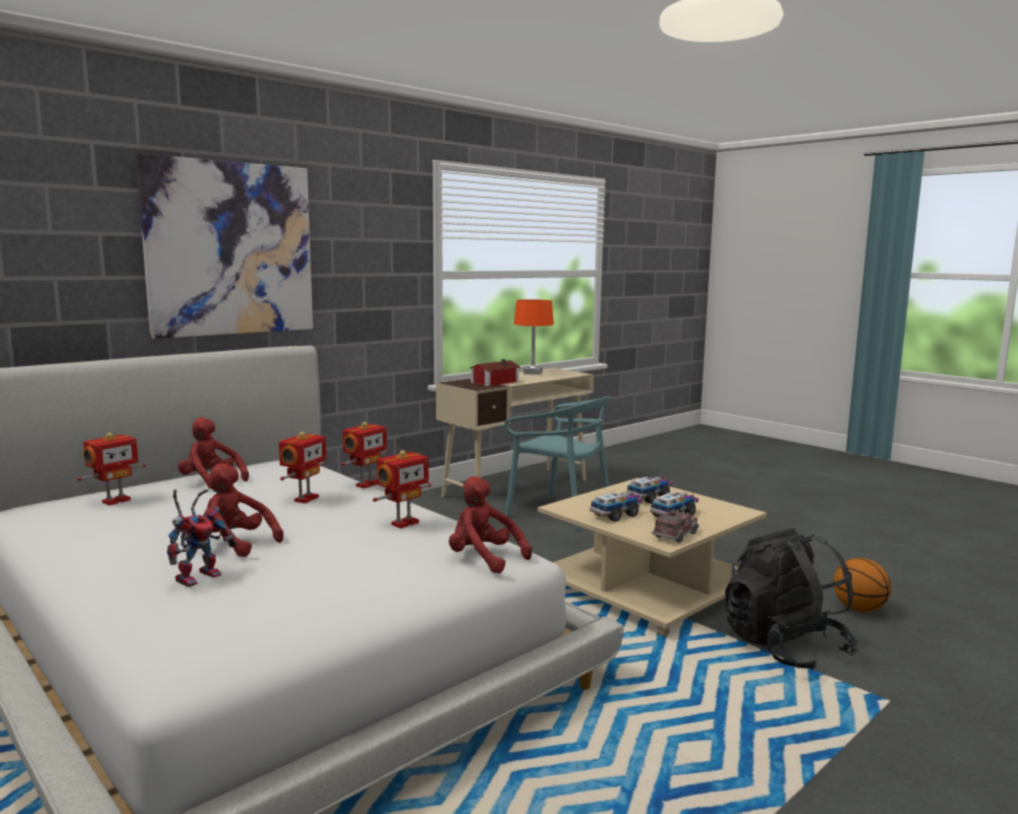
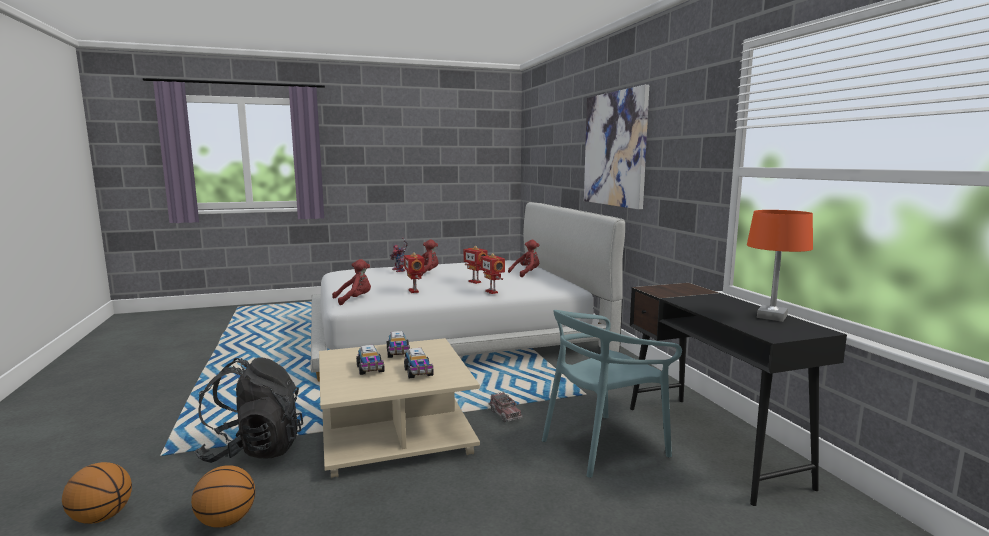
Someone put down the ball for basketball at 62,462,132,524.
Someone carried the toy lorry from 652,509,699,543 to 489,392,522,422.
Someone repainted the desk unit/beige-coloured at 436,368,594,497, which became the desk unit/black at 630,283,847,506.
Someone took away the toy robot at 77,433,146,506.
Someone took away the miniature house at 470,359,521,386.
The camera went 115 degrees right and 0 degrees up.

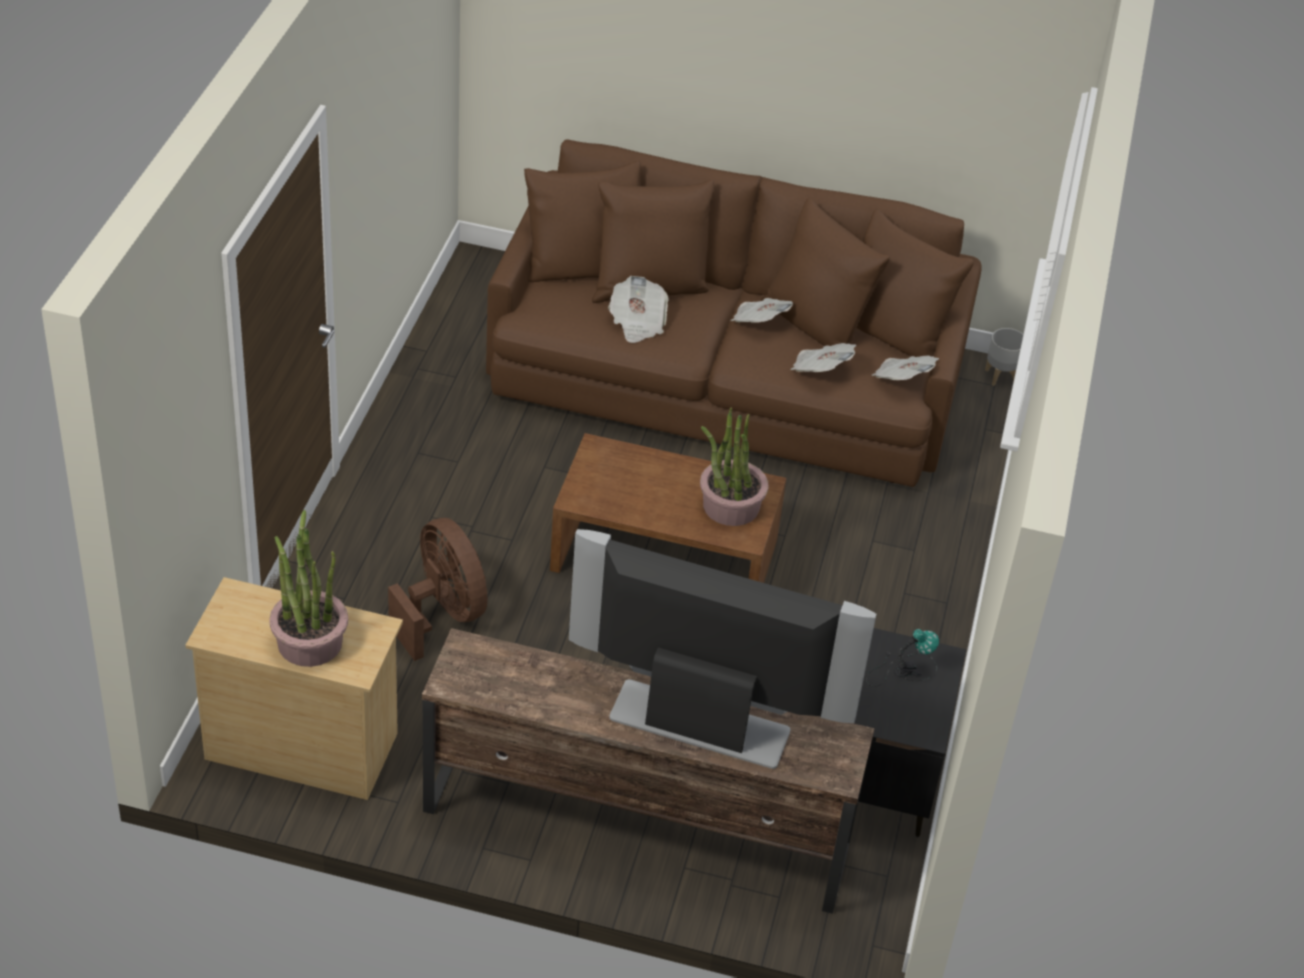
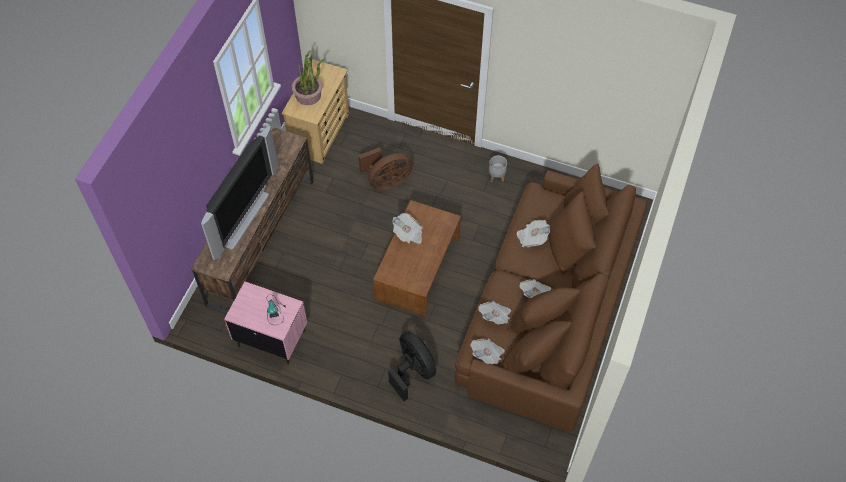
Someone repainted the night table/black at 854,628,966,837, which became the night table/pink-coloured at 224,282,307,365.
Someone put down the fan/black at 388,331,436,401.
Someone put down the daily paper at 392,213,423,244.
Someone carried the plant pot/greyish from 985,328,1023,386 to 489,155,507,182.
Someone took away the plant in a pot at 700,407,768,526.
The camera went 100 degrees right and 15 degrees up.

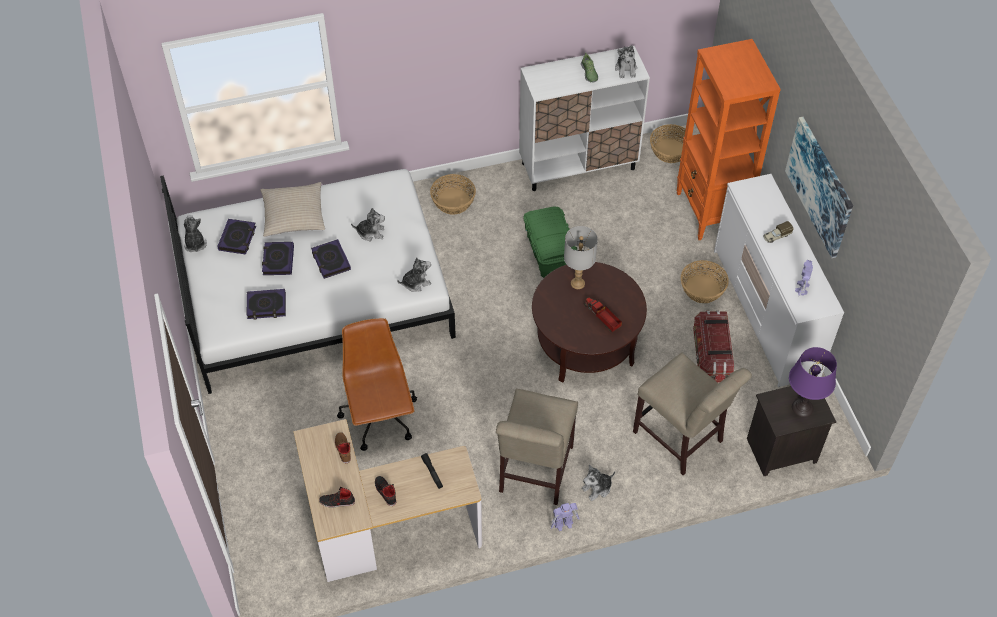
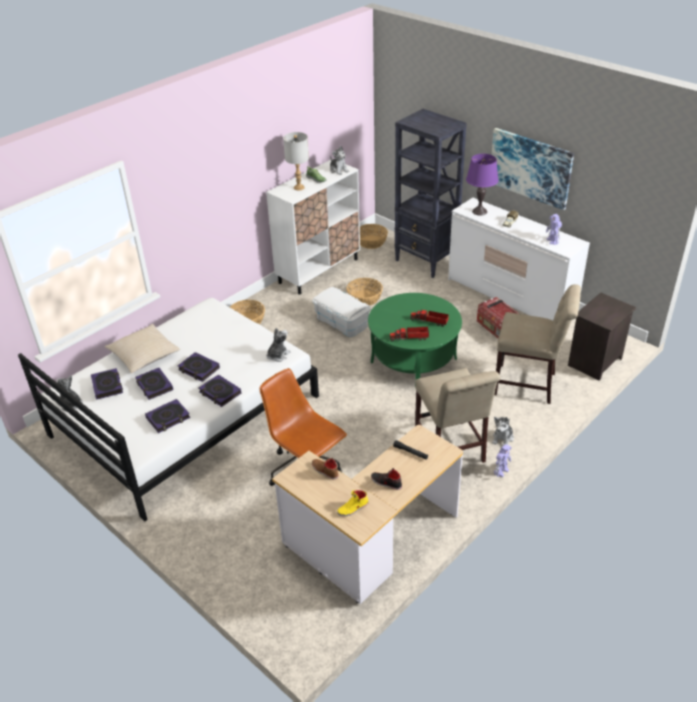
Someone put down the volume at 199,375,241,407.
Someone carried the table lamp/greyish from 564,226,598,289 to 283,132,309,190.
Someone repainted the storage box/green at 523,206,577,278, which became the storage box/white at 312,287,371,337.
Someone repainted the shoe/black at 319,487,355,508, which became the shoe/yellow at 337,490,368,516.
Someone carried the basket from 681,260,729,303 to 346,278,383,306.
Someone repainted the lounge table/brownish at 532,262,647,382, which became the lounge table/green at 368,293,462,389.
Someone put down the toy lorry at 390,327,429,341.
Someone repainted the shelving unit/orange at 676,39,781,240, which became the shelving unit/black at 394,109,467,278.
Someone carried the table lamp/purple-coloured from 789,347,837,417 to 466,154,499,216.
Someone took away the soft toy at 351,208,385,241.
The camera went 30 degrees left and 15 degrees down.

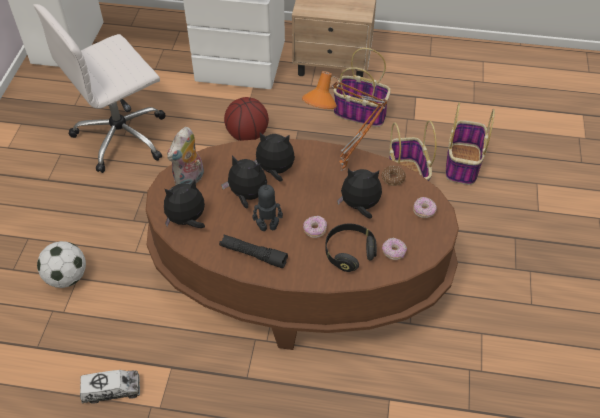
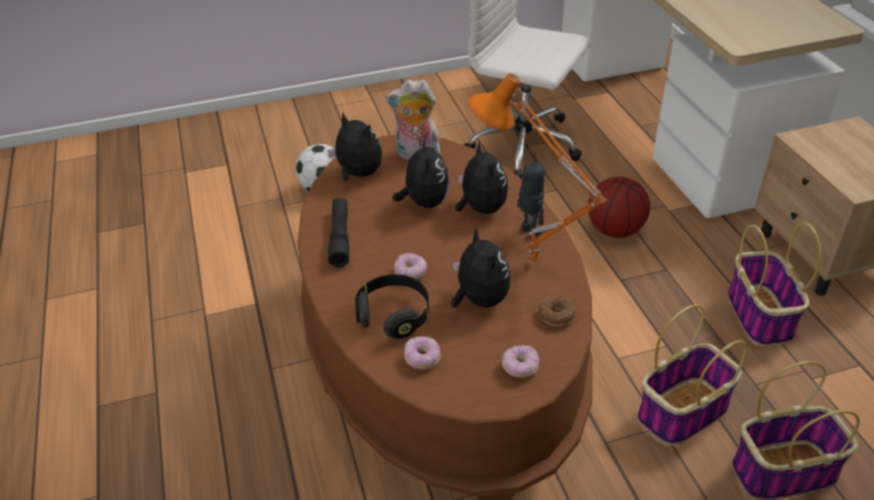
Someone carried the toy robot from 253,181,283,231 to 517,153,547,238.
Someone took away the toy lorry at 80,370,140,404.
The camera went 65 degrees right and 10 degrees down.

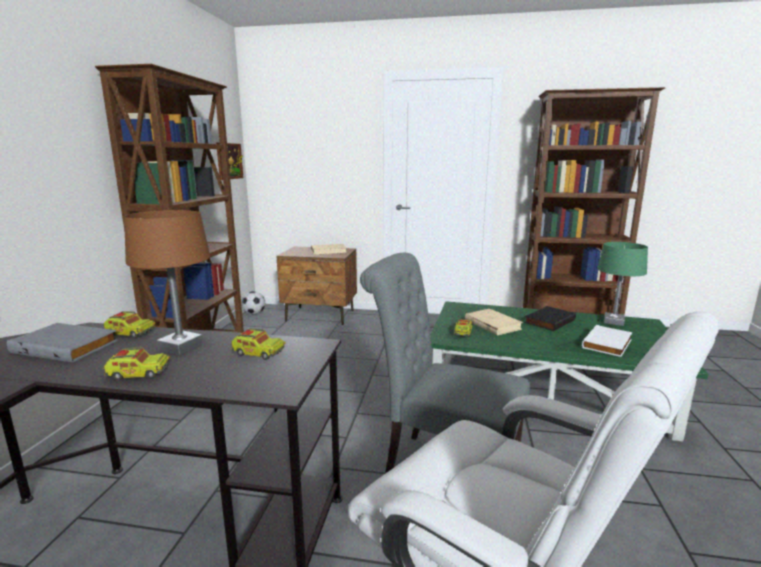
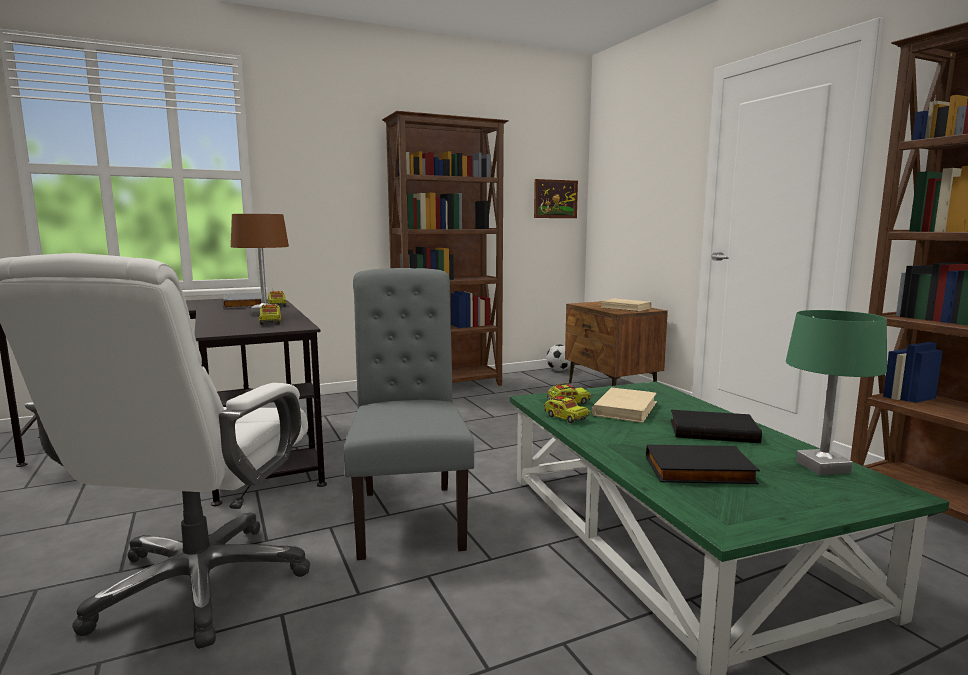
Someone carried the toy lorry from 103,347,170,381 to 544,395,591,423.
Someone repainted the volume/white at 582,325,633,357, which became the volume/black at 646,445,760,484.
The camera went 55 degrees right and 5 degrees down.

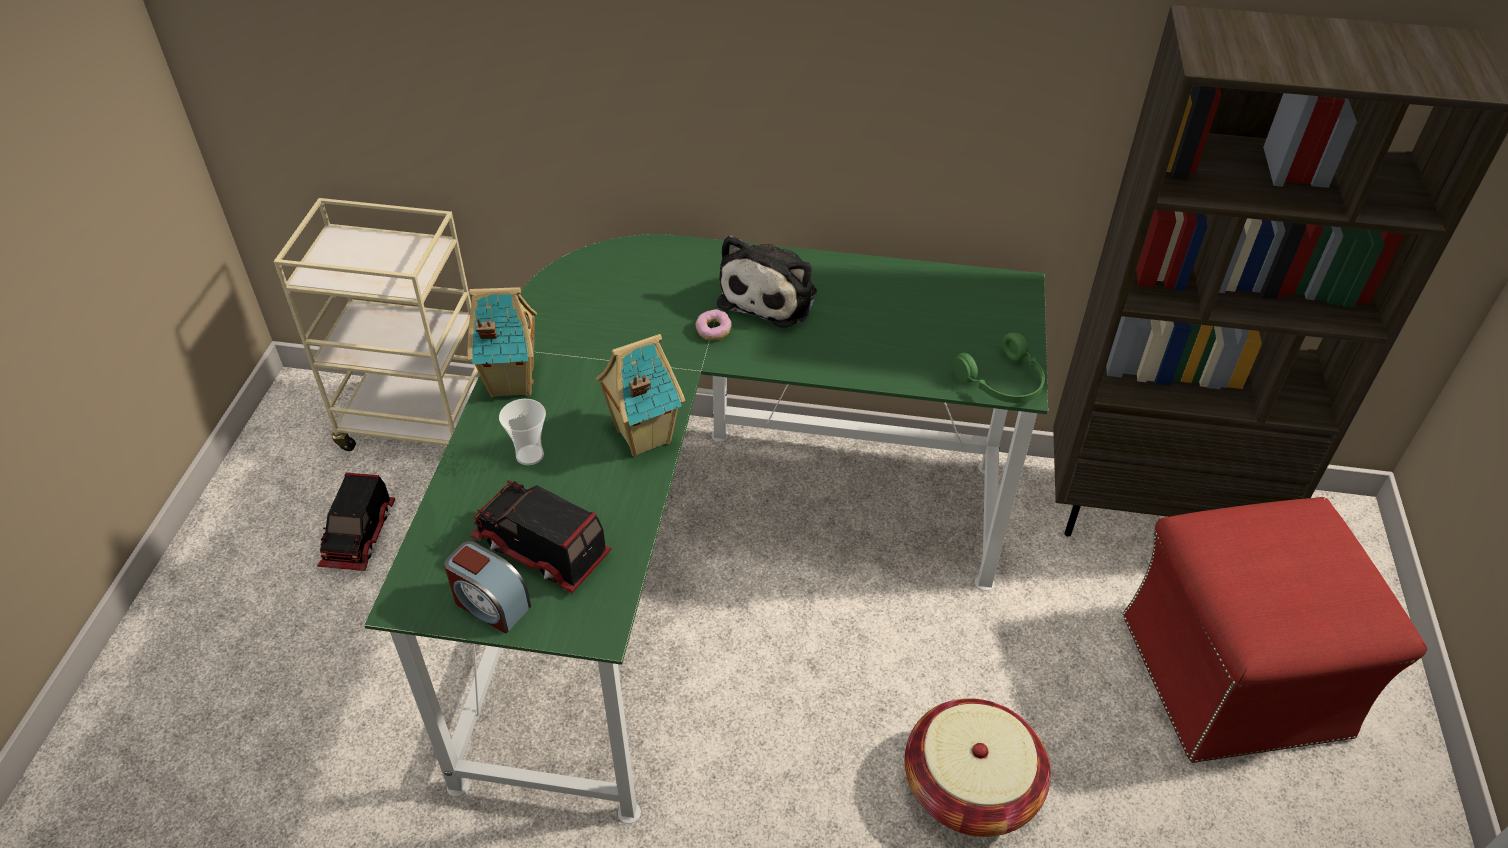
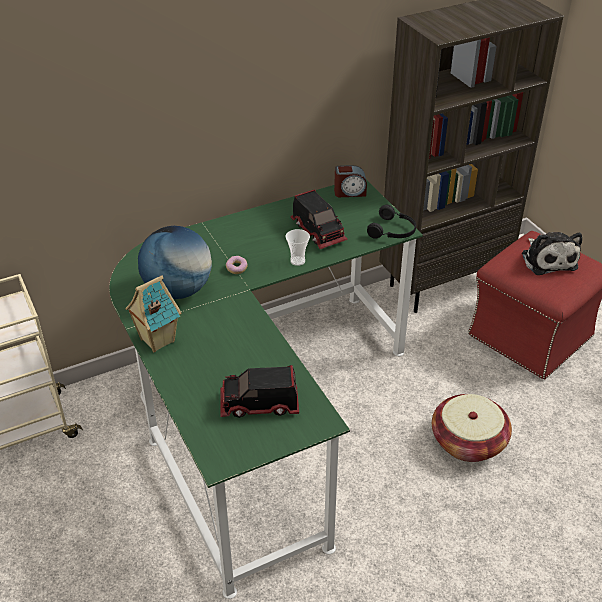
Someone put down the world globe at 138,226,212,299.
Someone carried the small cup from 499,399,546,465 to 286,229,310,266.
Someone carried the toy lorry from 317,473,395,571 to 290,189,348,249.
Someone carried the table clock from 444,541,531,634 to 334,165,367,197.
Someone repainted the headset/green at 952,333,1045,403, which became the headset/black at 367,205,416,239.
Someone carried the soft toy from 717,235,817,328 to 522,232,582,275.
Someone took away the miniature house at 596,334,685,457.
The camera went 35 degrees left and 5 degrees down.

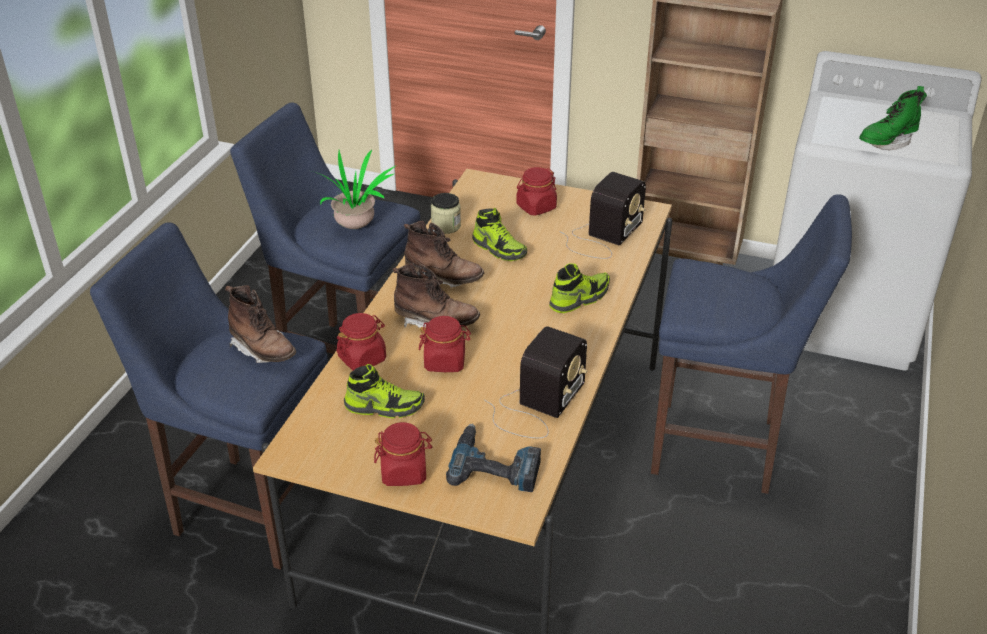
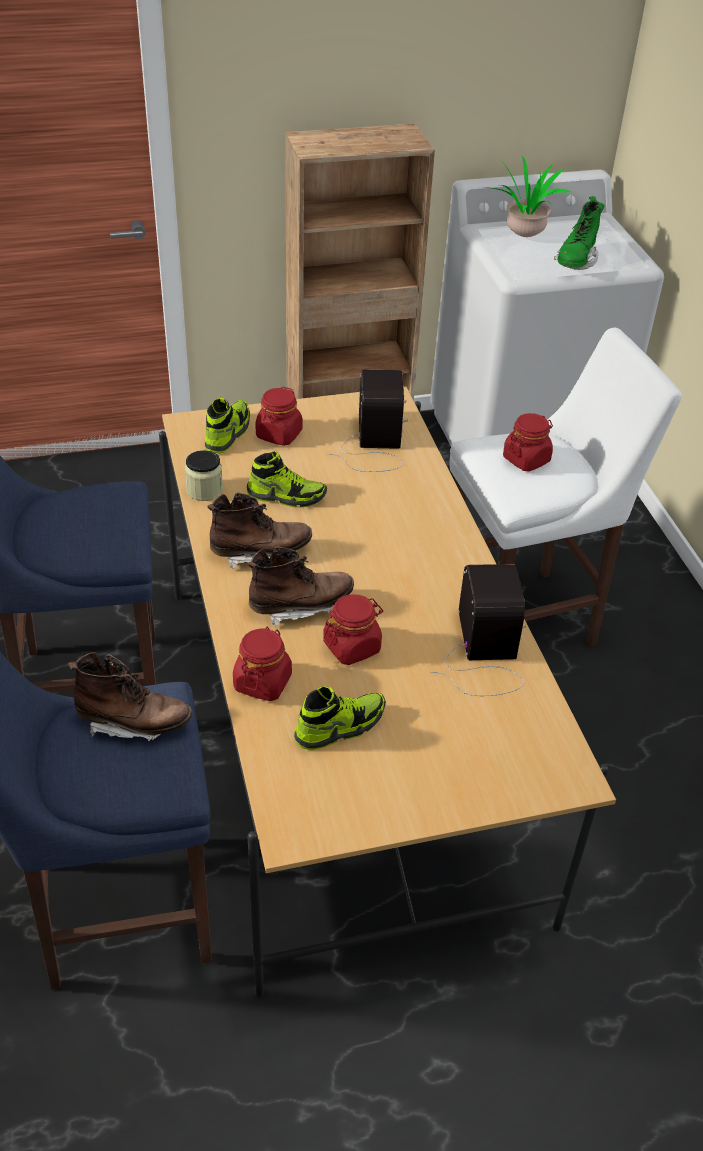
Someone carried the shoe from 549,263,610,313 to 205,398,250,453.
Someone repainted the stool seat/blue at 651,194,852,494, which became the stool seat/white at 450,328,682,647.
Someone carried the plant in a pot from 316,150,395,229 to 492,155,572,237.
Someone carried the storage jar/reddish from 374,422,432,486 to 503,413,553,472.
Someone took away the power drill at 446,424,541,492.
The camera went 35 degrees left and 5 degrees up.

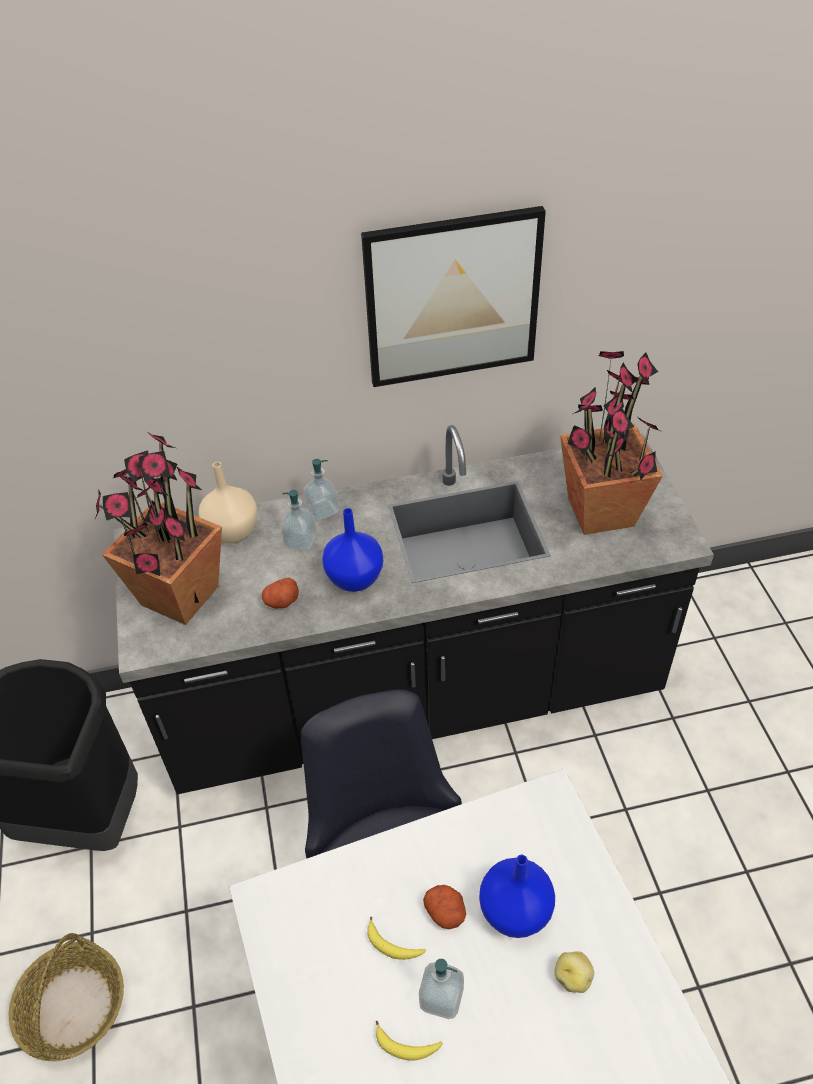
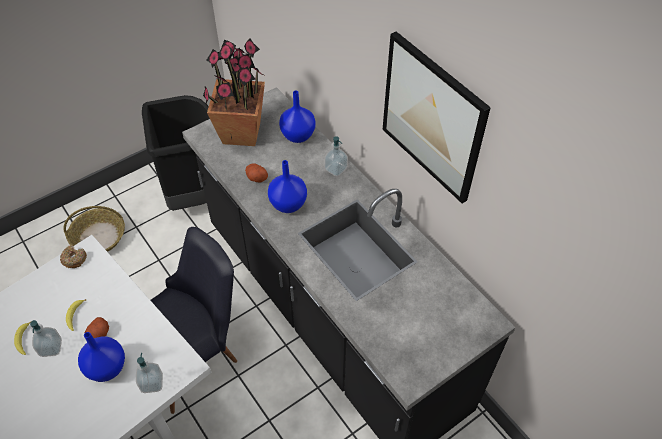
Someone put down the ring doughnut at 60,245,87,268.
Someone carried the soap bottle from 281,490,317,551 to 136,353,163,393.
Someone repainted the decorative vase/beige-coloured at 199,462,258,544, which became the decorative vase/blue at 279,90,316,143.
Someone took away the potato at 555,951,594,993.
Someone took away the plant in a pot at 560,351,663,535.
The camera went 65 degrees right and 5 degrees up.

